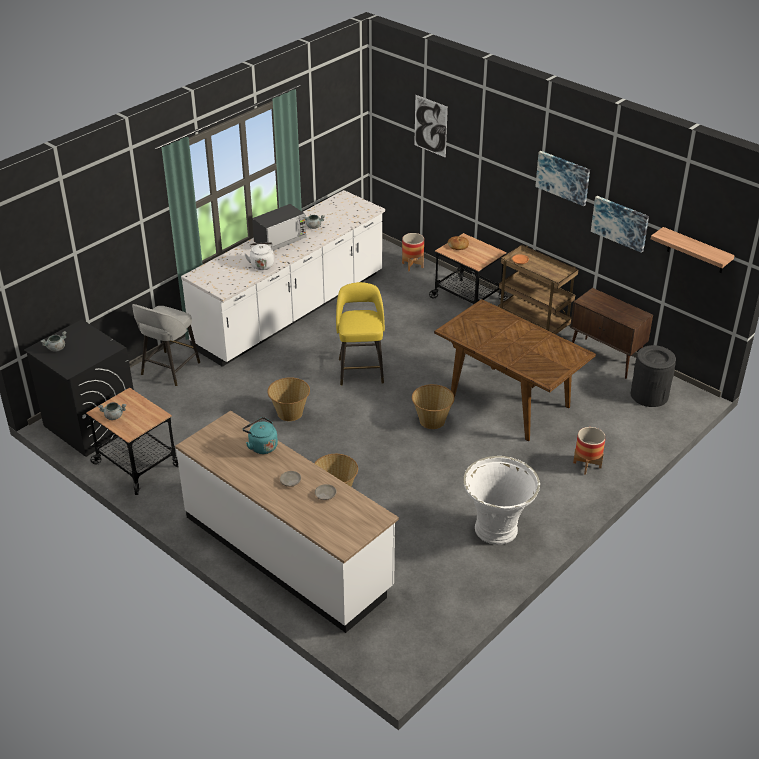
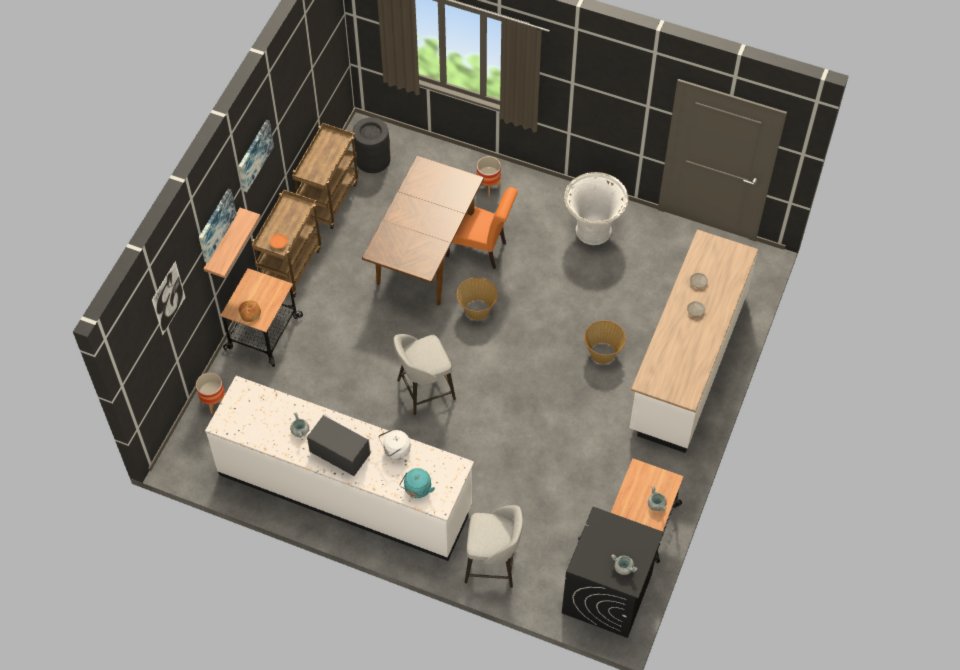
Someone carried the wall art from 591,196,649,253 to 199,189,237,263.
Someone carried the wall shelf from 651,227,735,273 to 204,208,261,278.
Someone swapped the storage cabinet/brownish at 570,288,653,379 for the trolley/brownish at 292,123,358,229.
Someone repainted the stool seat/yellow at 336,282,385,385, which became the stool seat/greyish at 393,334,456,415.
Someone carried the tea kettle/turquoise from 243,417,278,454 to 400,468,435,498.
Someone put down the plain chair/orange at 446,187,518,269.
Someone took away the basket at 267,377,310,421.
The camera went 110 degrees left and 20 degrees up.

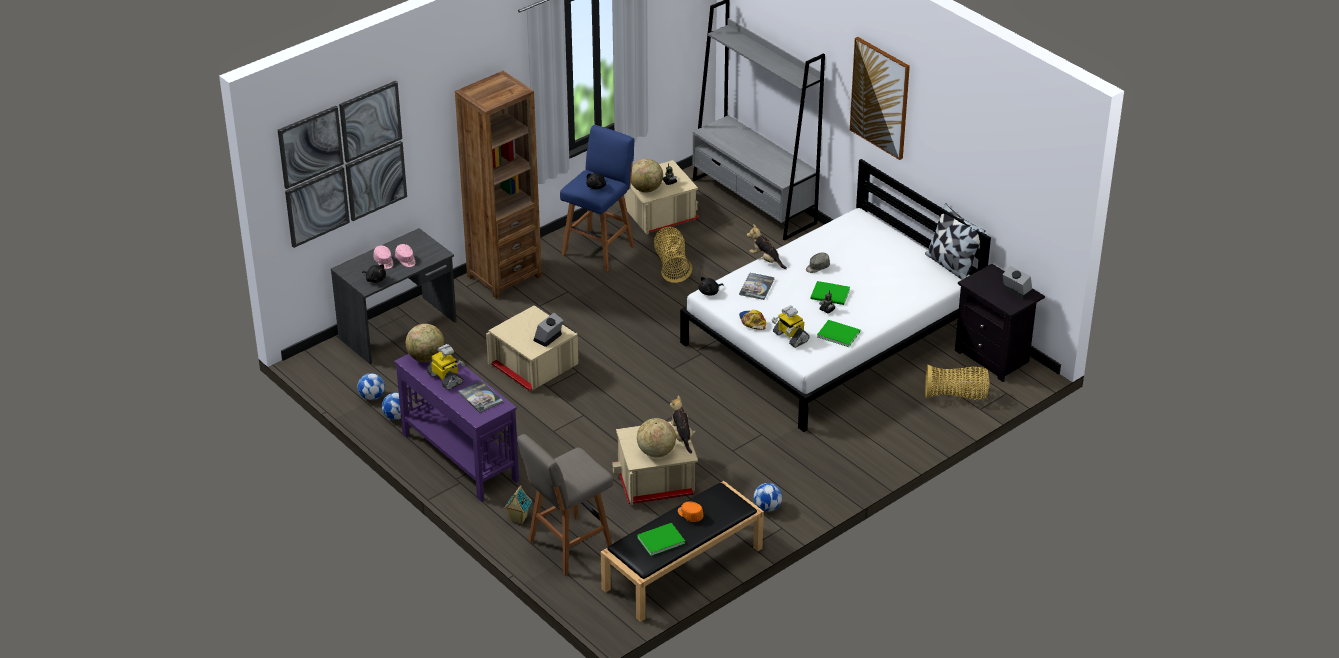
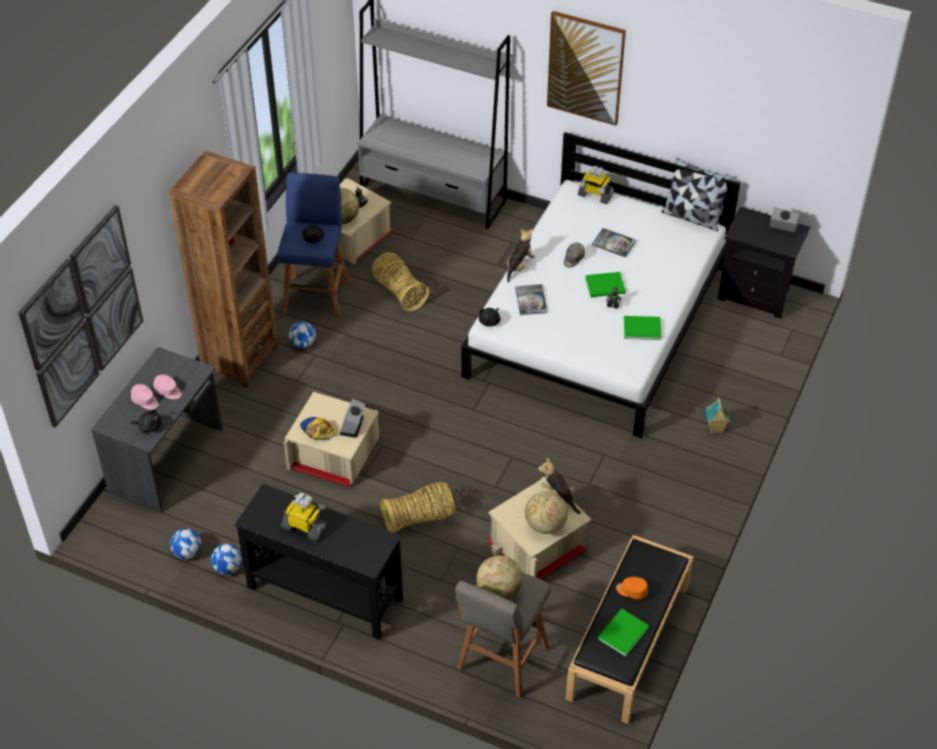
Someone repainted the console table/purple-coloured at 394,354,519,502, which became the console table/black at 235,484,403,640.
Someone carried the football from 754,483,782,512 to 288,321,316,349.
Someone carried the cap from 739,310,766,330 to 300,417,335,440.
Someone carried the basket from 925,364,990,400 to 380,482,455,533.
Someone carried the world globe from 406,324,444,362 to 476,555,523,600.
Someone rotated the soft toy at 747,224,787,269 by 105 degrees clockwise.
Someone carried the toy robot from 772,305,809,348 to 578,166,614,204.
Someone carried the volume from 458,380,503,413 to 592,228,636,257.
Someone carried the miniature house from 505,485,532,525 to 705,397,730,434.
The camera went 25 degrees left and 10 degrees up.

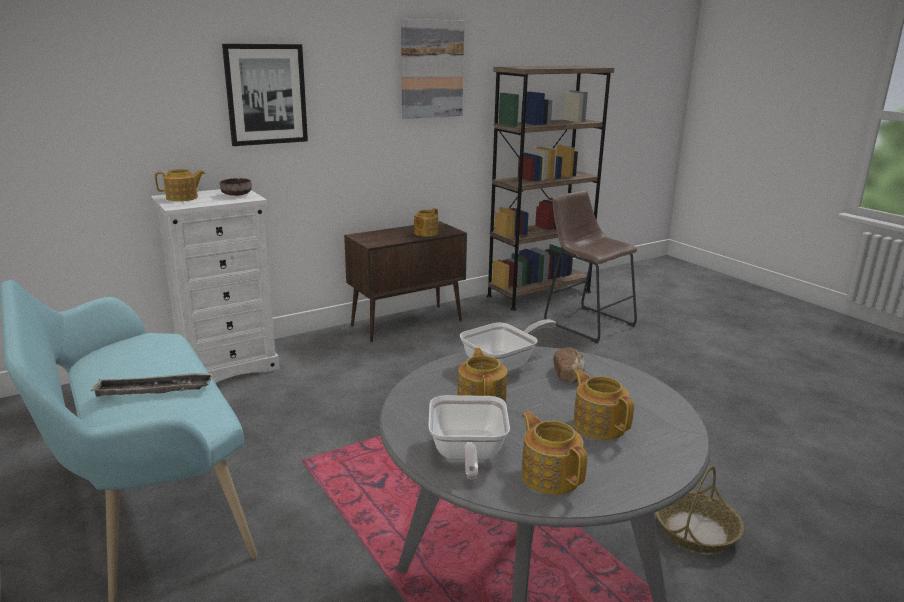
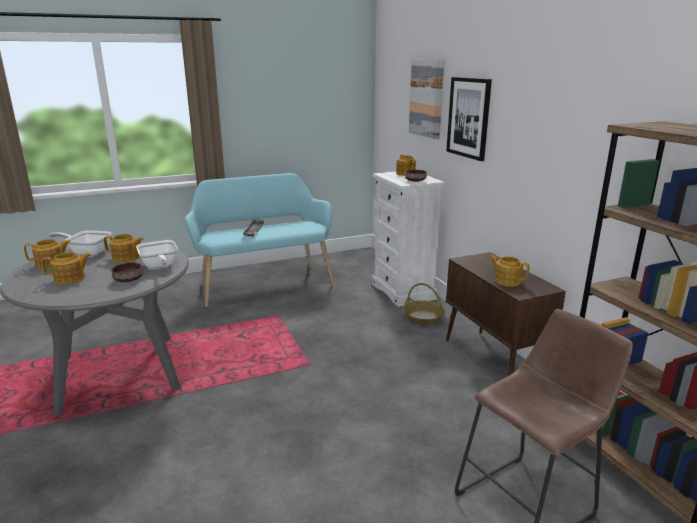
Someone swapped the baked bread at 553,347,585,383 for the serving bowl/brownish at 111,263,143,282.
Someone carried the basket from 656,466,744,553 to 403,283,446,325.
Someone carried the wall art from 401,19,464,119 to 409,59,444,139.
The camera went 100 degrees right and 0 degrees up.

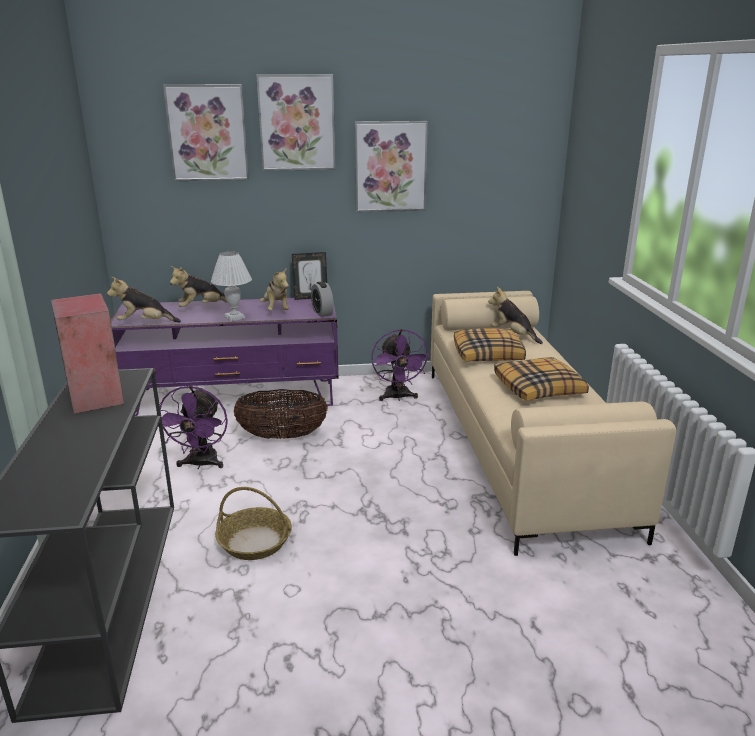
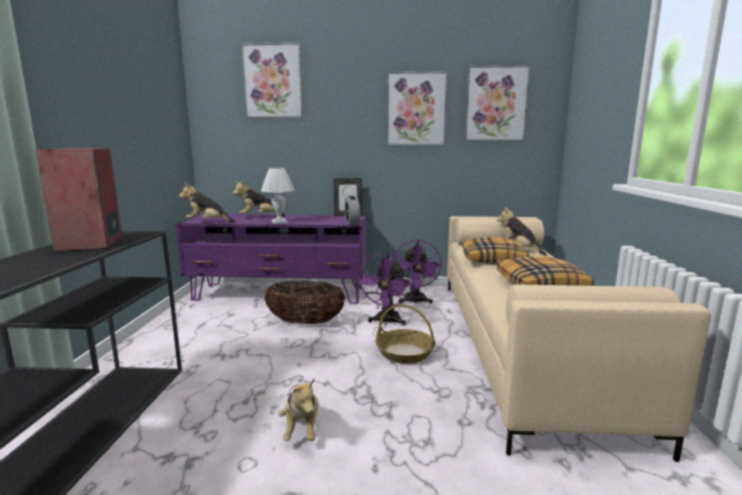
Someone carried the soft toy from 260,267,289,310 to 278,378,318,441.
Someone carried the fan/purple-coloured from 158,386,228,469 to 357,252,415,326.
Someone carried the basket from 215,487,292,560 to 375,304,436,364.
Someone carried the wall art from 256,74,335,171 to 465,65,530,141.
The camera went 10 degrees right and 10 degrees down.

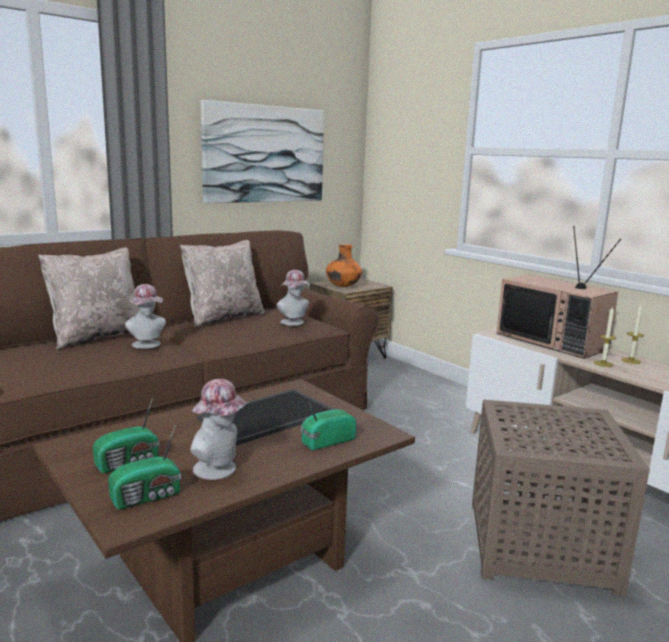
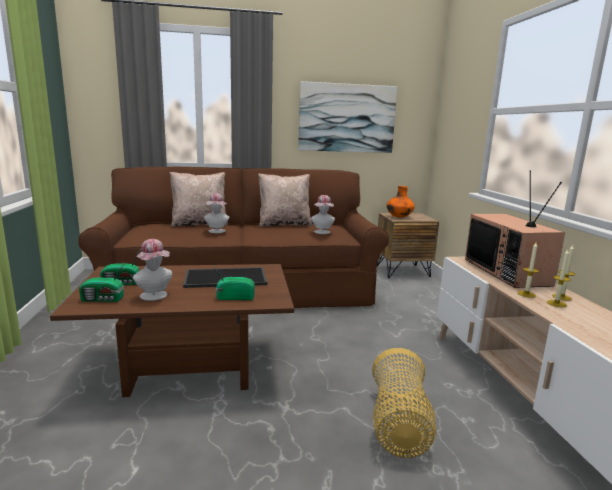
Someone swapped the accent table/brownish at 472,399,650,596 for the basket at 372,348,436,458.
Someone put down the candle at 547,249,571,307.
The camera went 30 degrees right and 0 degrees up.

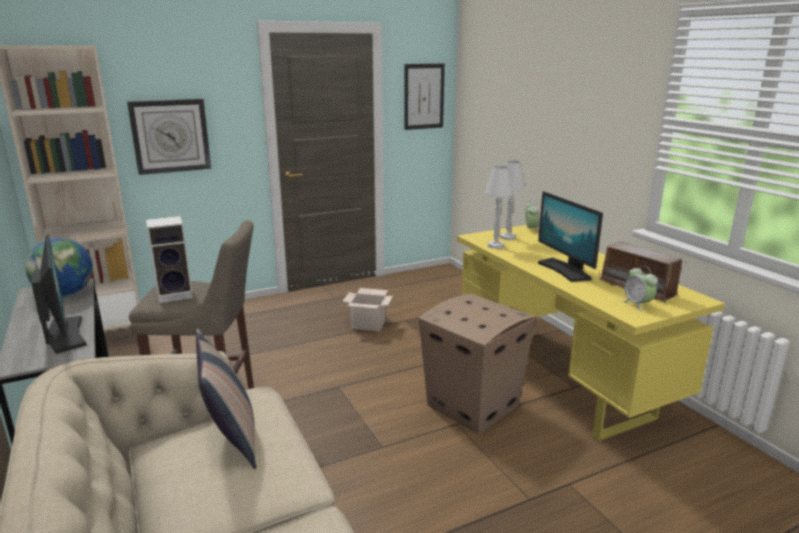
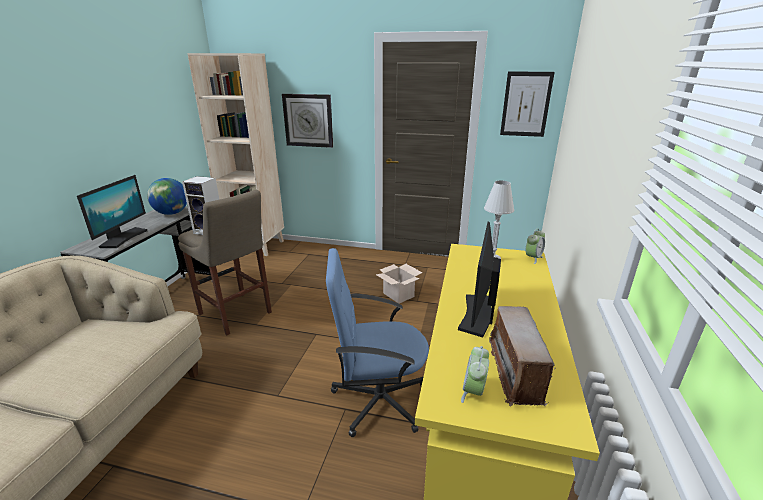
Someone swapped the cardboard box at 419,293,536,434 for the office chair/blue at 326,248,429,437.
Someone took away the throw pillow at 196,328,257,469.
Someone took away the table lamp/white at 485,166,514,249.
The camera went 40 degrees right and 5 degrees up.

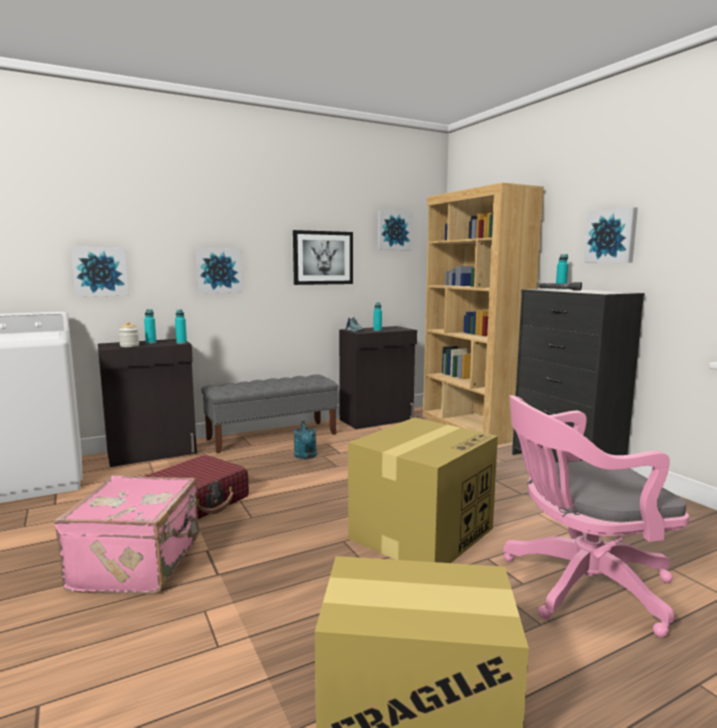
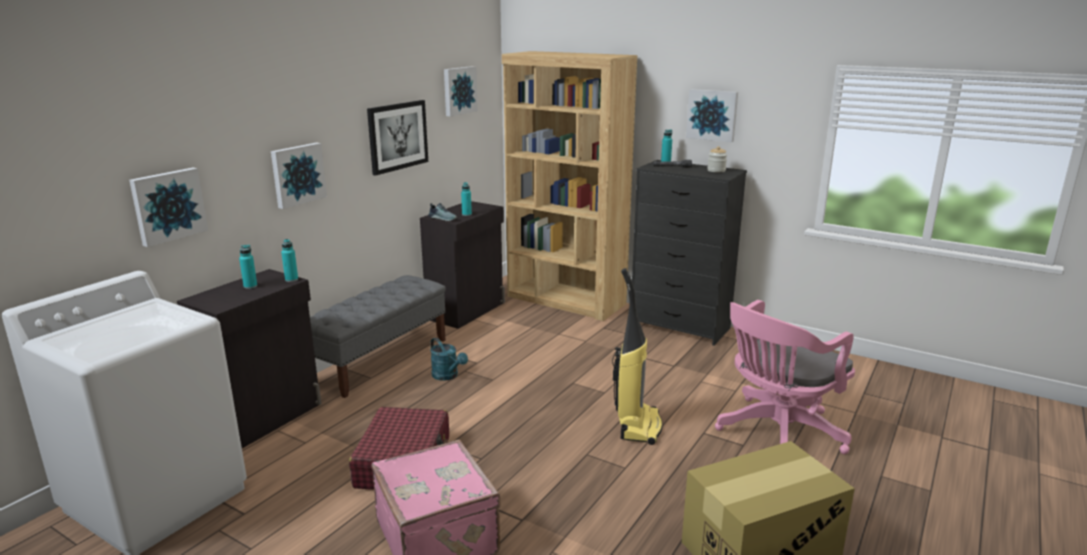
Someone swapped the cardboard box at 348,417,498,563 for the vacuum cleaner at 612,268,663,445.
Someone carried the storage jar from 119,322,139,347 to 707,146,727,172.
The camera went 30 degrees left and 10 degrees up.

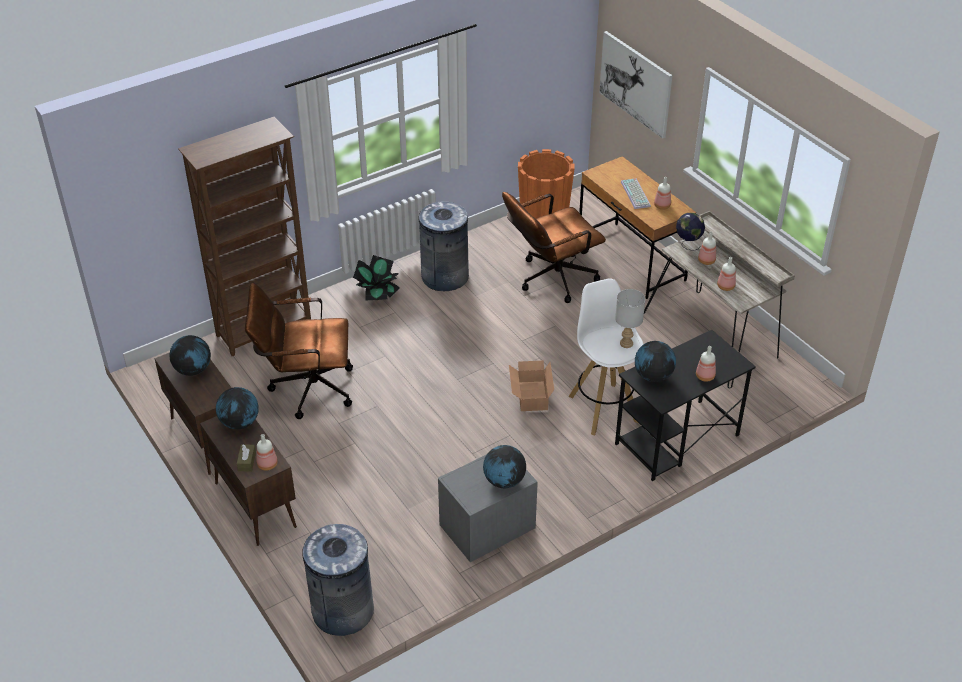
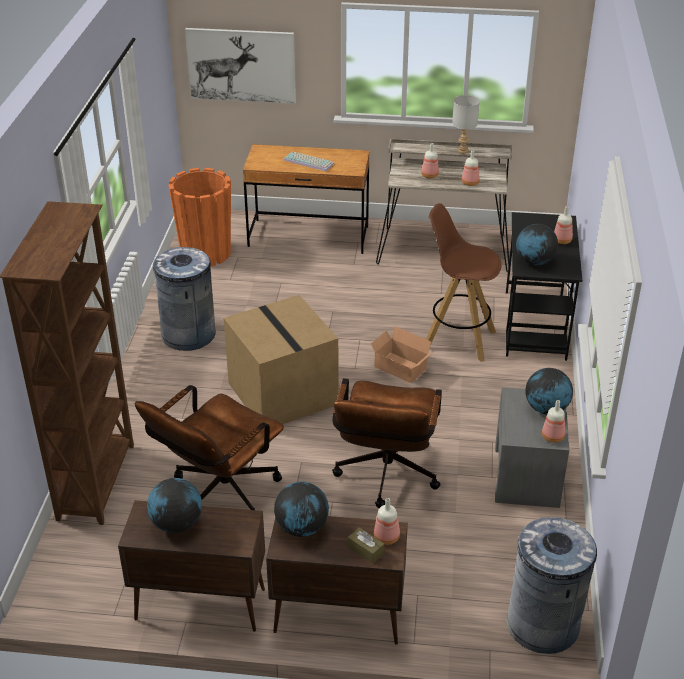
Someone put down the cardboard box at 224,295,338,424.
Someone carried the office chair/brownish from 502,192,606,303 to 332,378,442,508.
Someone repainted the stool seat/white at 569,279,644,436, which became the stool seat/brownish at 426,203,501,362.
Someone carried the table lamp/greyish from 615,289,645,348 to 452,95,480,154.
Someone carried the bottle from 654,177,671,210 to 542,400,565,443.
Someone took away the plant in a pot at 352,255,399,300.
Someone took away the world globe at 676,213,705,251.
The camera went 50 degrees left and 5 degrees down.

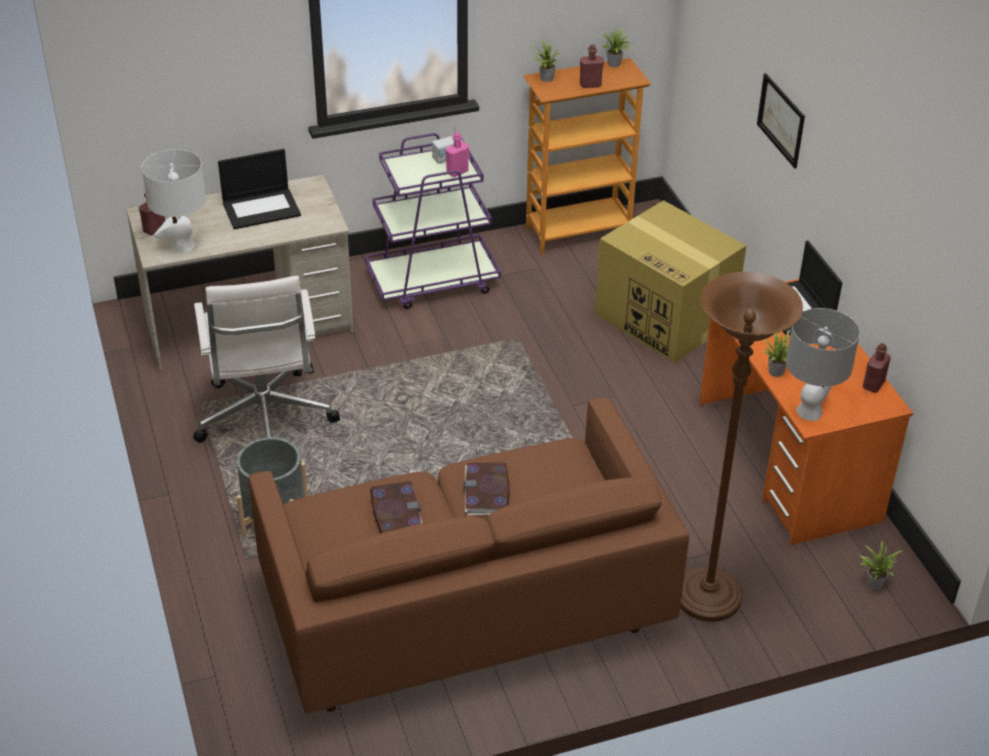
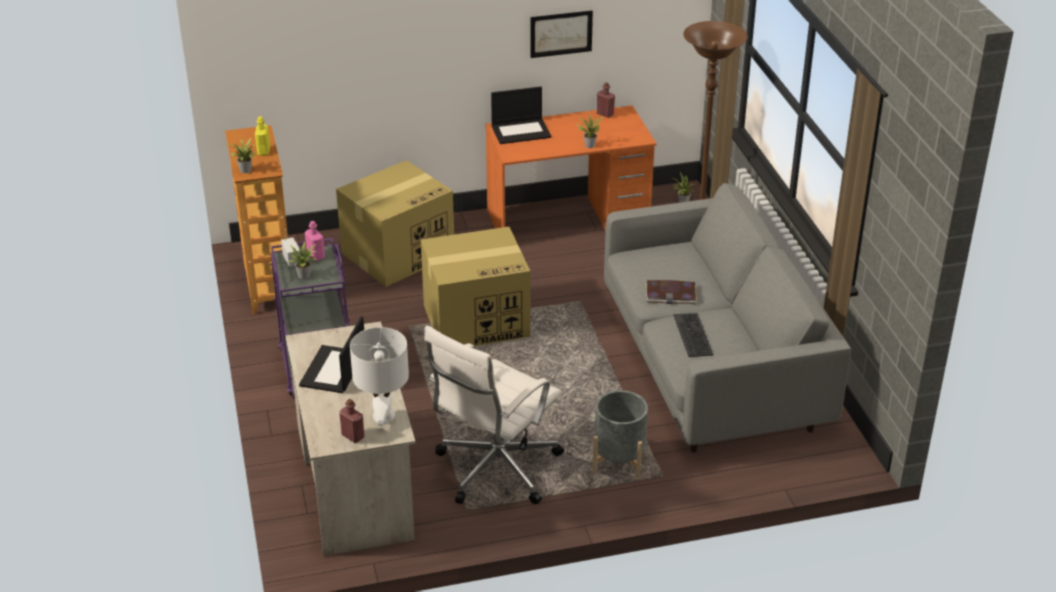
Someone repainted the bottle/reddish at 580,44,604,88, which became the bottle/yellow at 255,117,270,155.
Someone carried the plant in a pot from 602,28,632,67 to 289,242,317,279.
Someone rotated the portable computer at 218,149,301,229 by 150 degrees counterclockwise.
Someone put down the cardboard box at 421,227,530,346.
Someone rotated the office chair/white at 193,276,340,443 by 135 degrees clockwise.
Someone carried the wall art from 757,73,805,168 to 531,10,593,58.
Someone repainted the sofa/brownish at 248,397,689,714, which became the sofa/greyish at 604,183,851,452.
Someone swapped the volume at 370,481,422,533 for the PC keyboard at 673,313,713,357.
Someone took away the table lamp/greyish at 786,308,860,421.
The camera went 85 degrees left and 5 degrees down.

